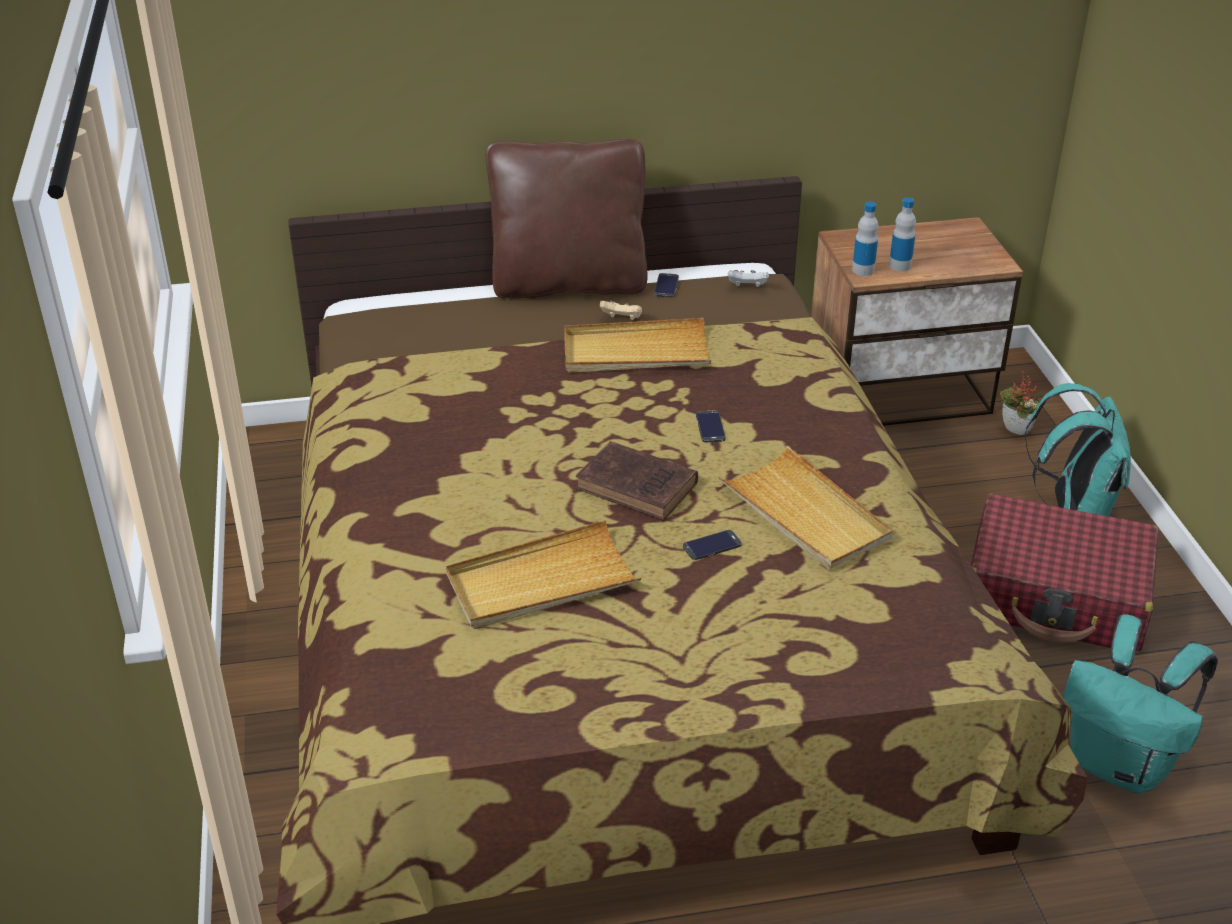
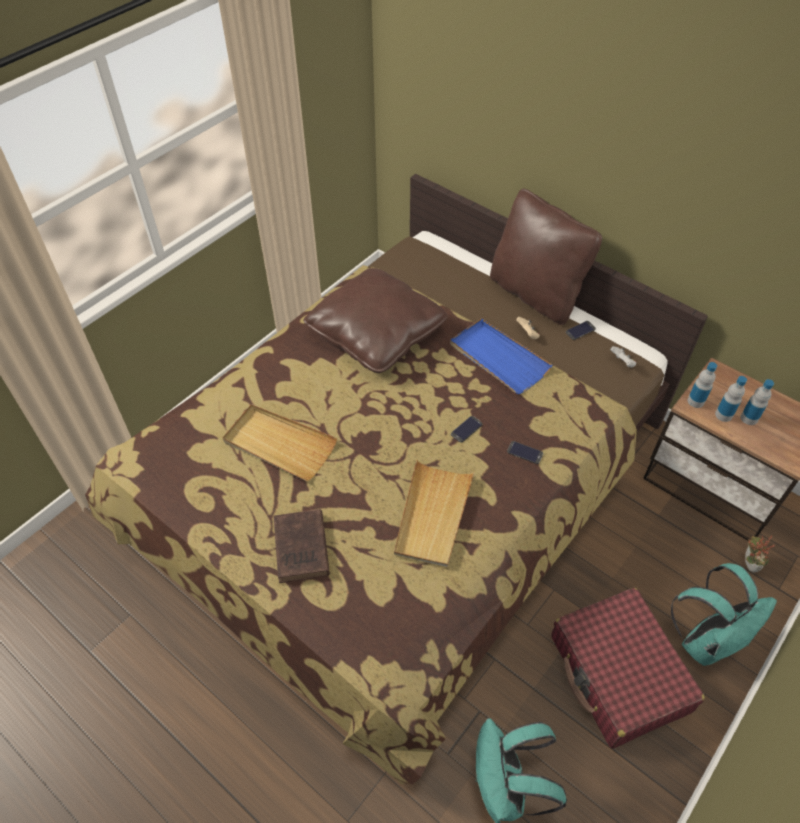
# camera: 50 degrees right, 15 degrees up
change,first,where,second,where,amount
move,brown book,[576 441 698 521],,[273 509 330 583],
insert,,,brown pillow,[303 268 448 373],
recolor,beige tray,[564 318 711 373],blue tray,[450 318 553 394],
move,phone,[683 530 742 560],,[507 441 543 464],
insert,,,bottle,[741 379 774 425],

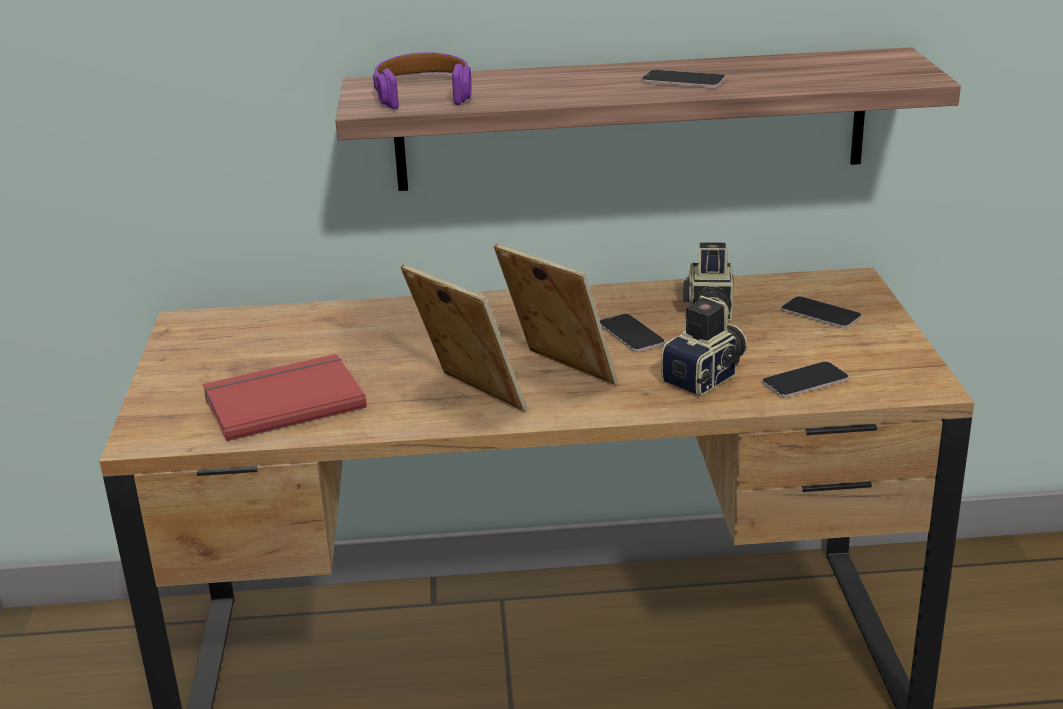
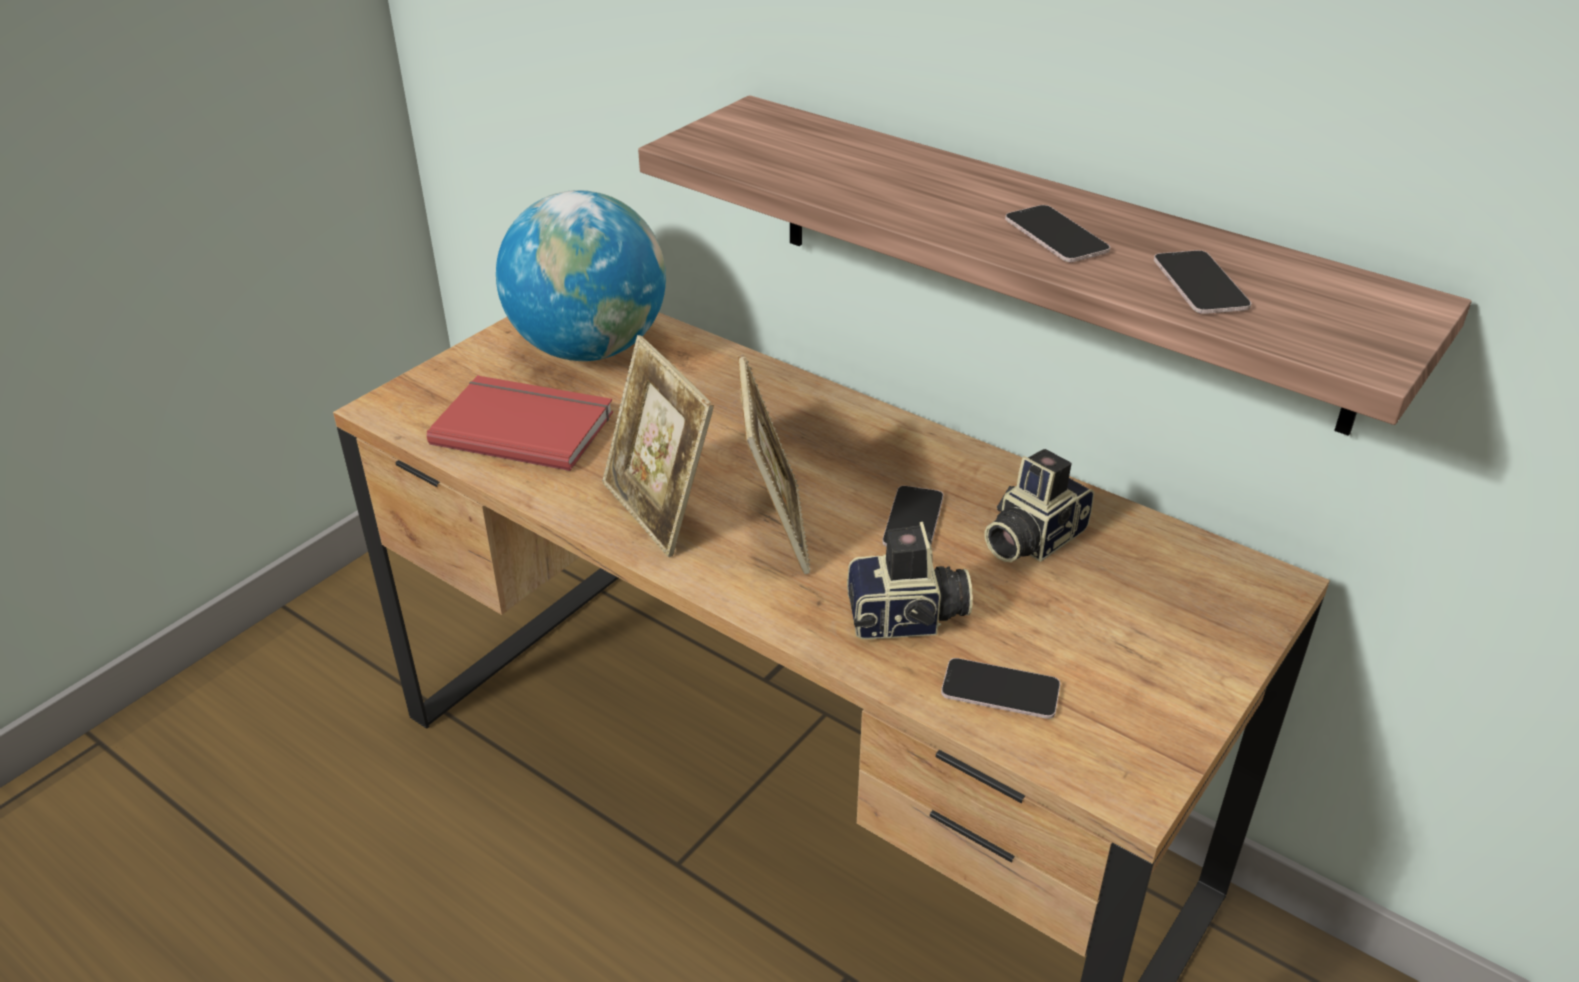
# camera: 40 degrees right, 10 degrees up
change,first,where,second,where,amount
insert,,,globe,[496 190 666 361],
rotate,picture frame,[400 264 527 411],,[602 335 714 557],150 degrees clockwise
move,phone,[781 296 862 328],,[1154 250 1252 314],
delete,purple headphones,[373 52 472 110],,,

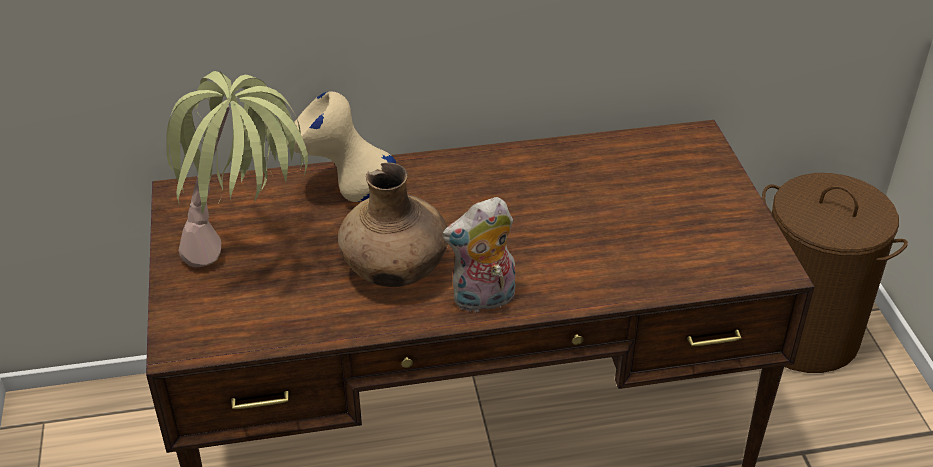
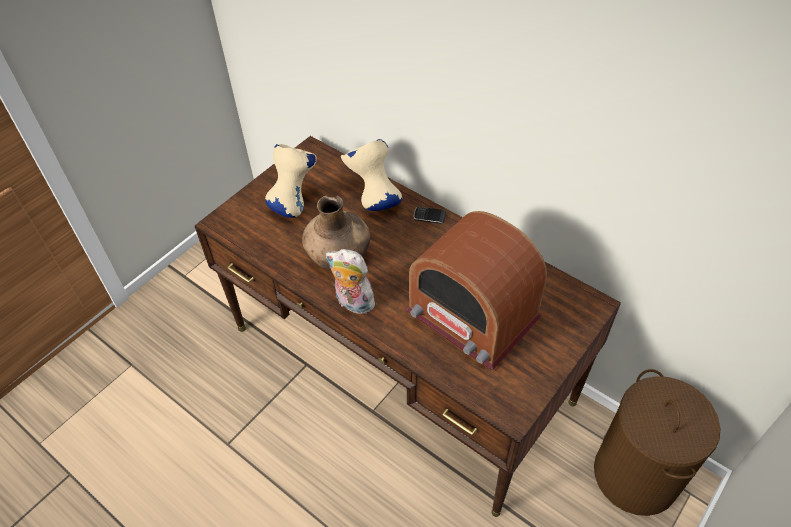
# camera: 50 degrees right, 10 degrees up
change,first,where,second,where,amount
replace,potted plant,[166 71 308 267],beige vase,[265 144 317 218],
insert,,,radio,[405 211 547 371],
insert,,,phone,[413 207 446 224],

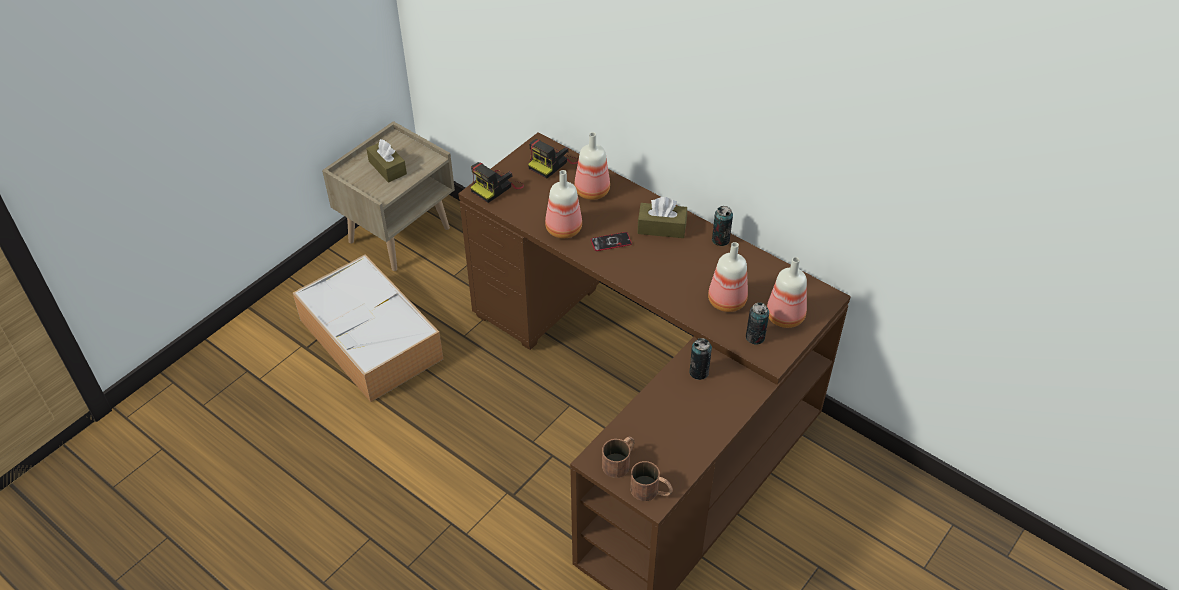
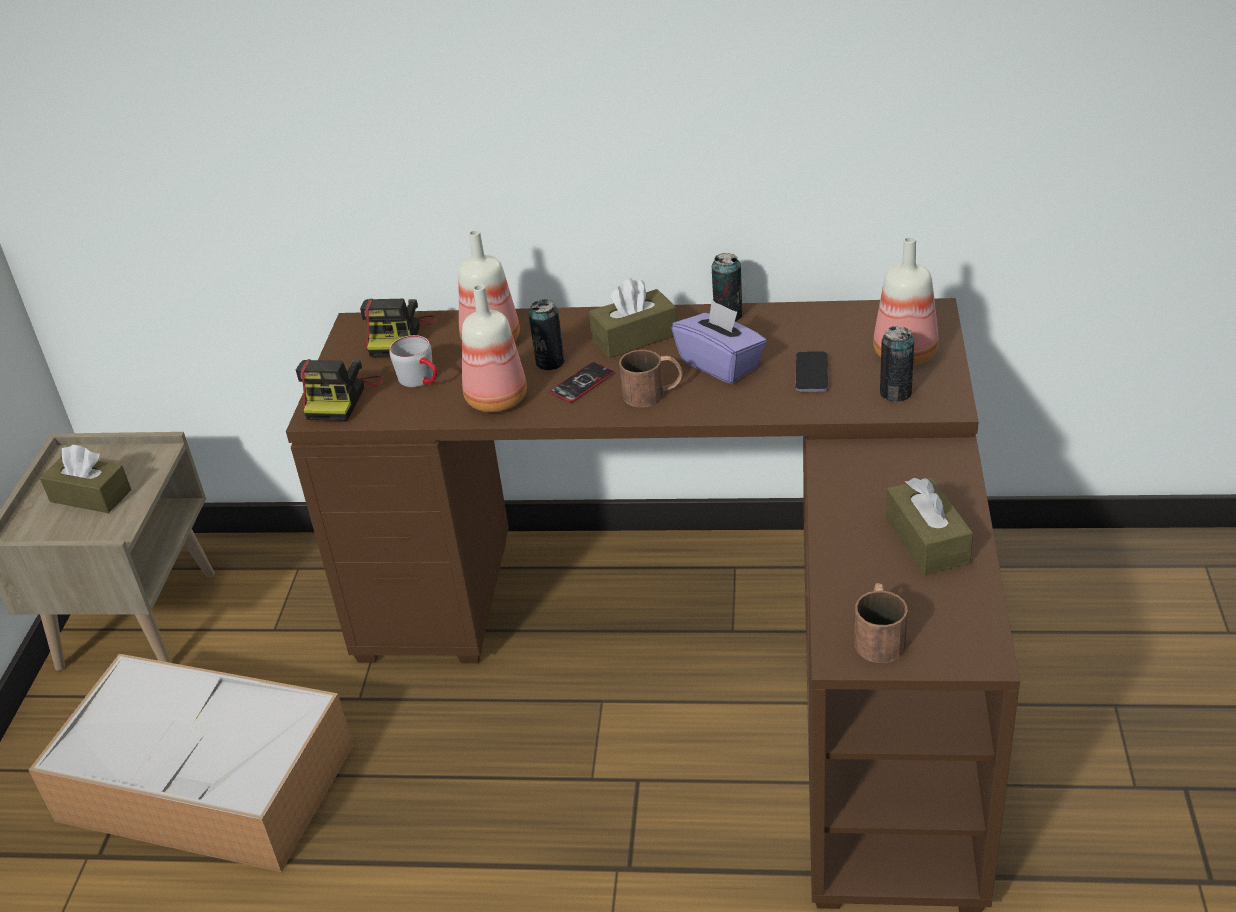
# camera: 30 degrees left, 10 degrees down
change,first,where,second,where,amount
insert,,,grey mug,[390 335 437 387],
move,can,[689 338 712 380],,[528 299 565 370],
move,brown mug,[630 461 673 501],,[619 350 683 407],
insert,,,purple tissue box,[671 300 767 384],
replace,bottle,[708 242 748 312],phone,[795 351 829 392],
insert,,,brown tissue box,[886 478 973 575],

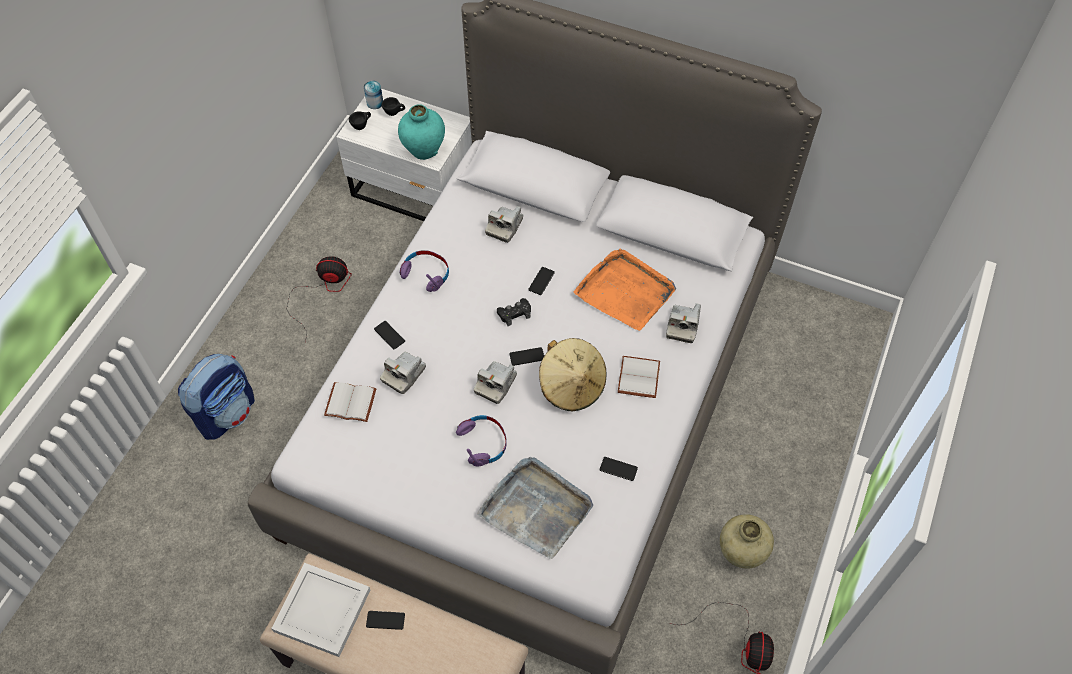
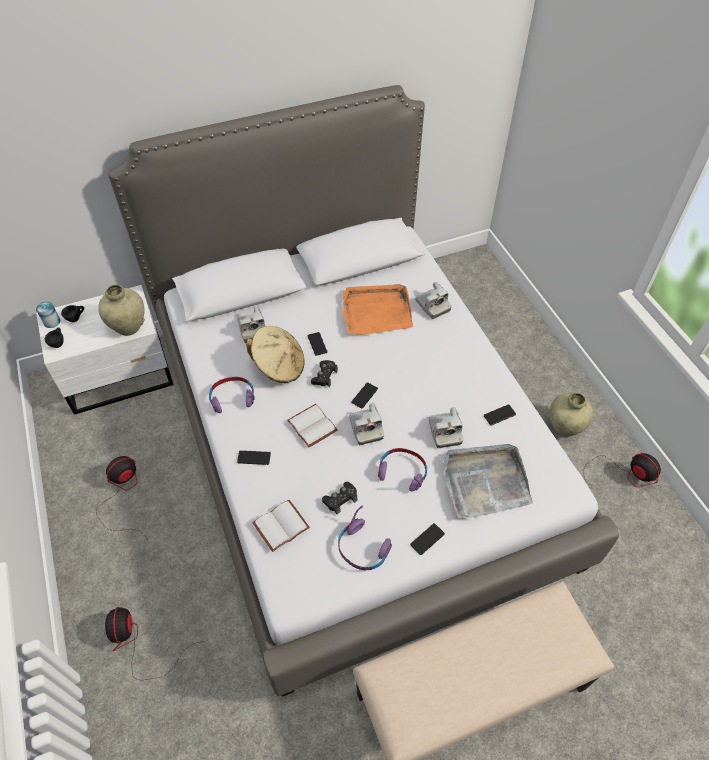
# camera: 45 degrees left, 5 degrees down
change,first,where,second,where,amount
recolor,turquoise vase,[398 104 445 160],beige vase,[98 284 145 336],
replace,backpack,[178 354 255 440],fan,[105 607 205 680],
move,beige hat,[539 338 607 411],,[246 326 305 383],
move,white book,[618 356 660 398],,[287 404 338 448],
insert,,,black game controller,[322 481 357 514],
insert,,,purple headphones,[338 506 392 570],
move,phone,[366 611 405 630],,[410 523 445 555],
move,photo camera,[380 352 426 394],,[429 407 463 448],
delete,white tray,[271 563 370 657],,,

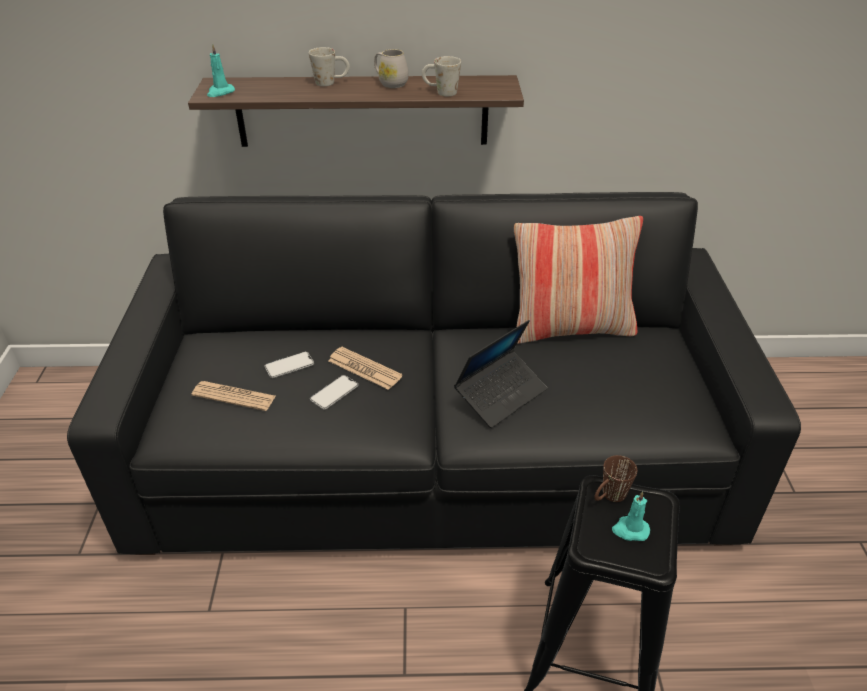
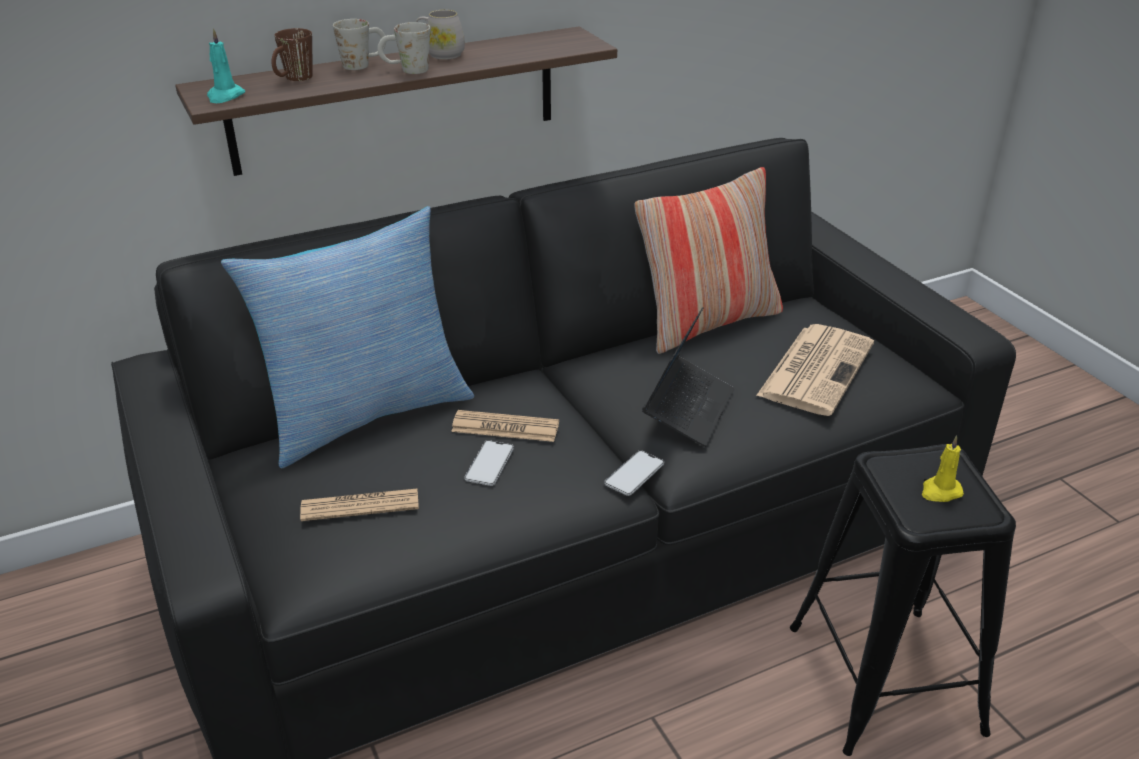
# camera: 25 degrees left, 5 degrees down
change,first,where,second,where,amount
insert,,,pillow,[221 206 474 468],
move,brown mug,[594 455 637 502],,[272 28 313 81],
move,white mug,[422 56 461 96],,[377 22 430 74],
move,phone,[264 351 314 378],,[604 450 664 496],
insert,,,newspaper,[756 324 874 416],
recolor,turquoise candle,[612 491 650 541],yellow candle,[922 435 964 502],

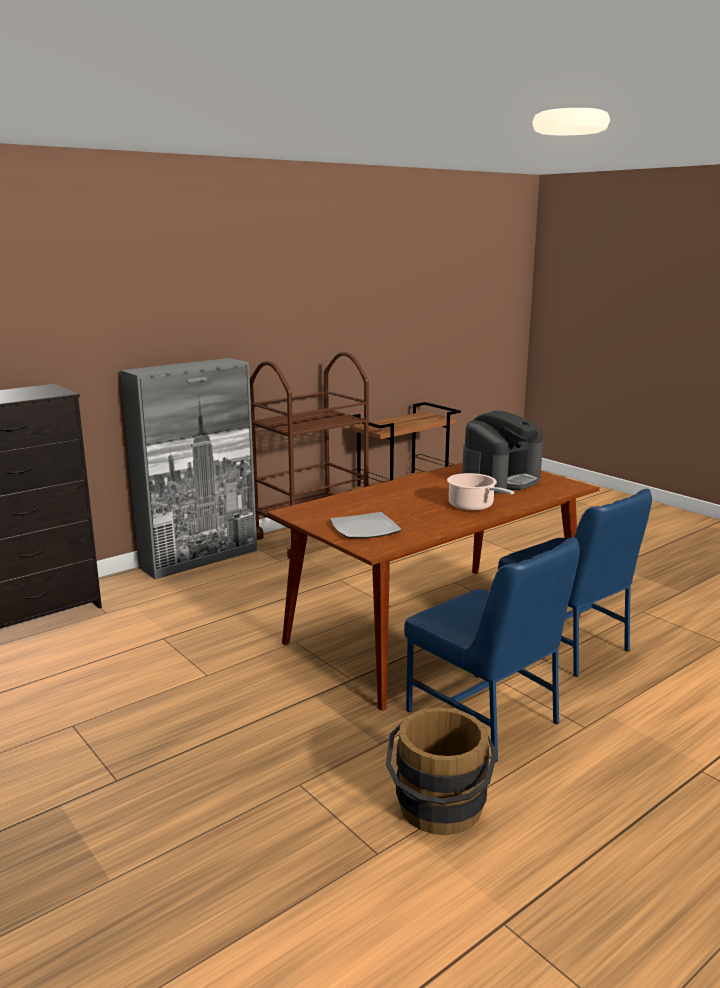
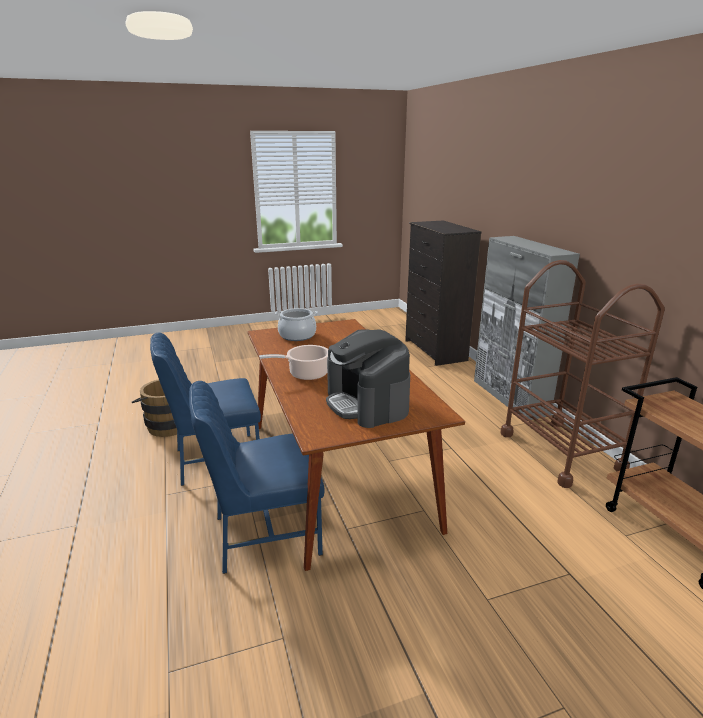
# camera: 110 degrees right, 5 degrees up
change,first,where,second,where,amount
replace,plate,[330 512 402 538],cooking pot,[275 308 318 341],

